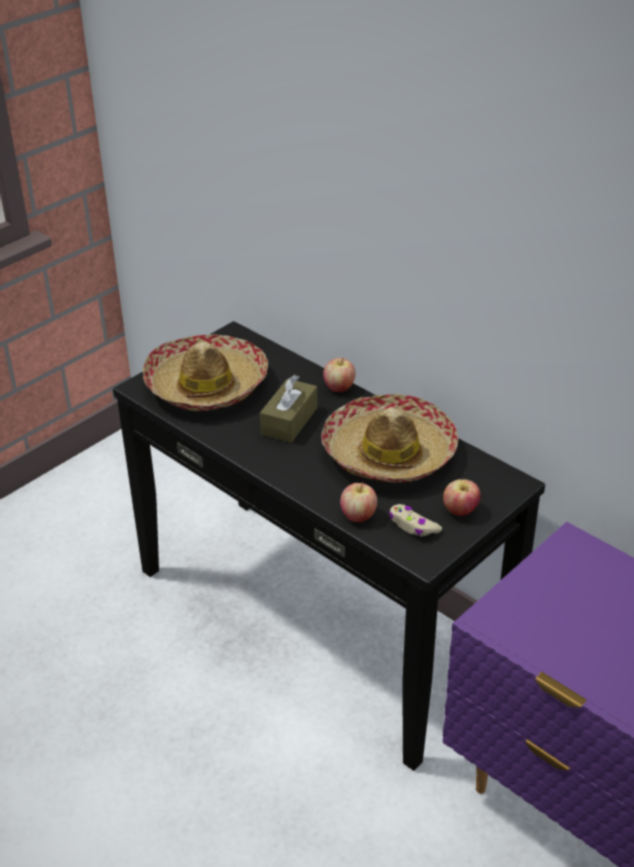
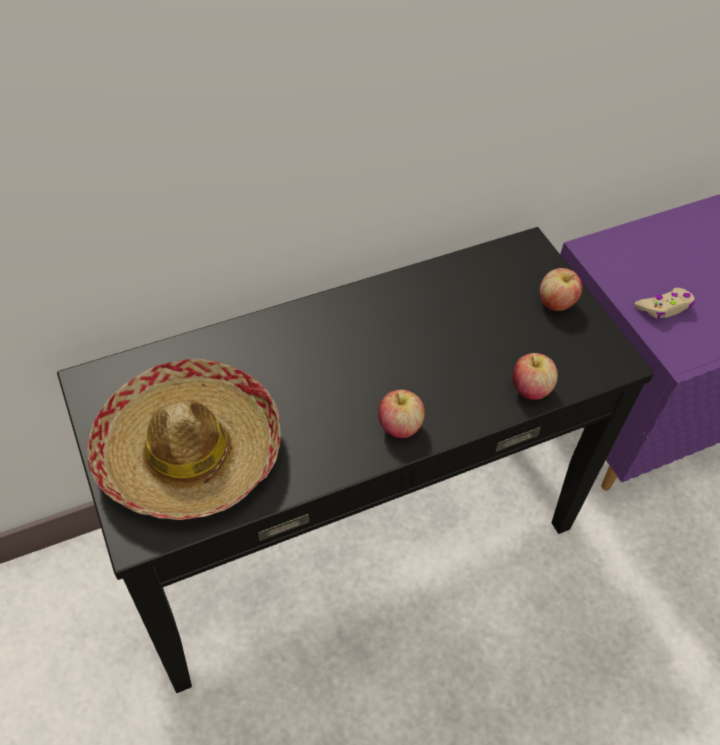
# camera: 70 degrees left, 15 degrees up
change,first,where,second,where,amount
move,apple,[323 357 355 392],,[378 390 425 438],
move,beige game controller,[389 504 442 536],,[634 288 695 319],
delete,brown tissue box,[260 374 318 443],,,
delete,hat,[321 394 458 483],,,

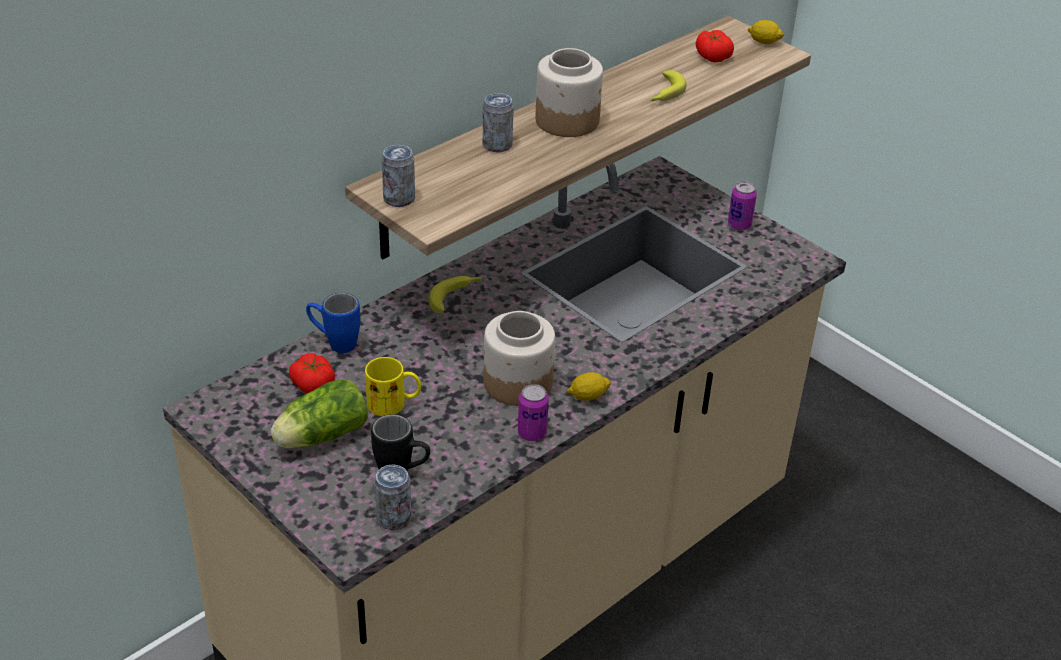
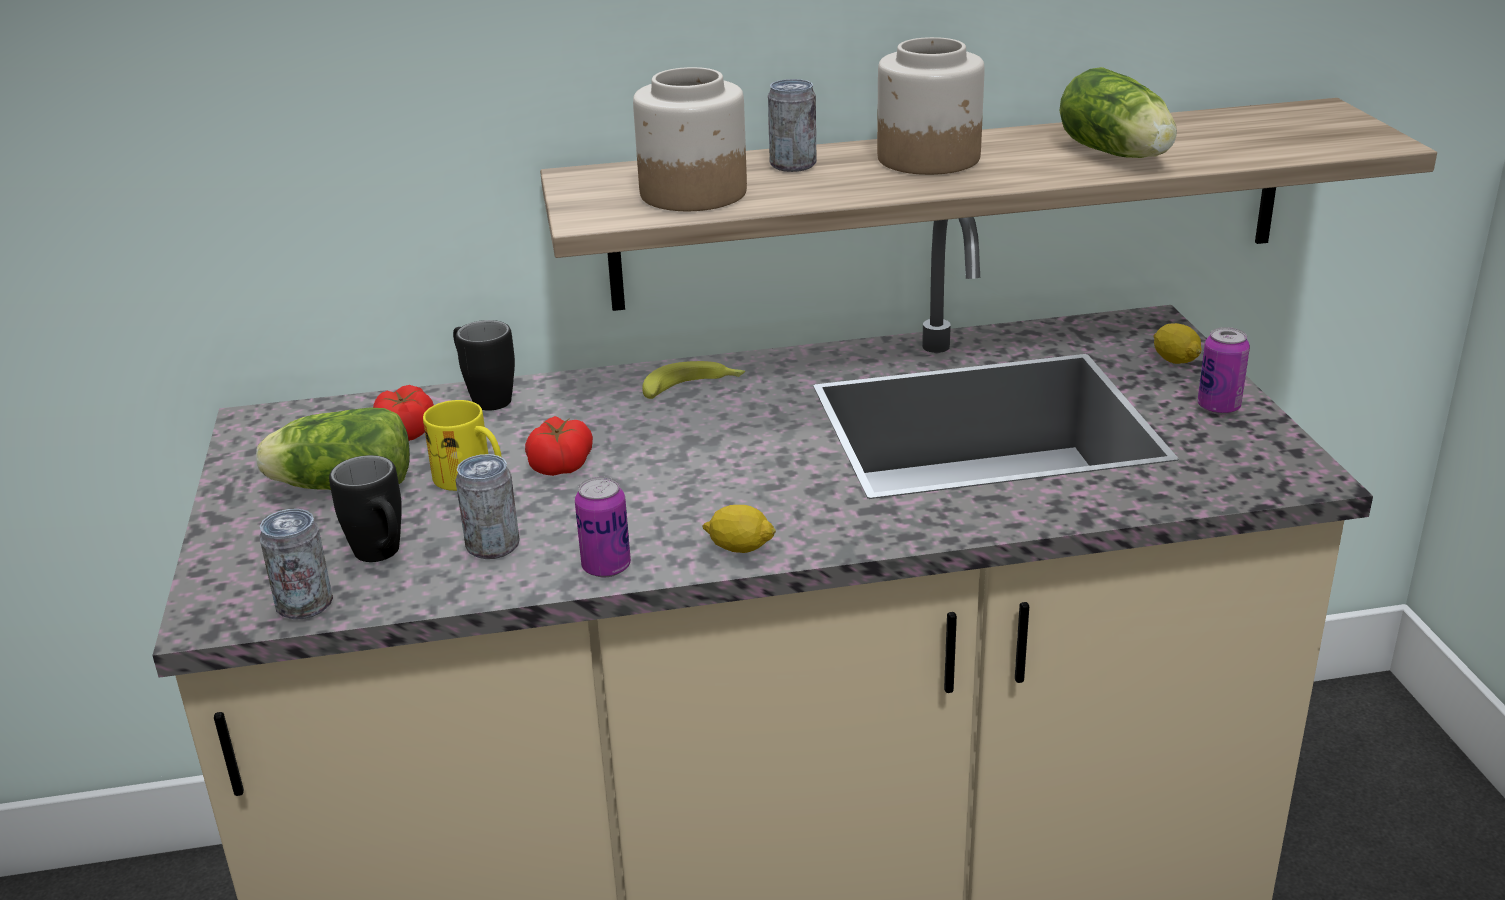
# camera: 35 degrees right, 10 degrees down
change,first,where,second,where,amount
recolor,blue mug,[306 293 360 353],black mug,[453 320 515 411],
move,can,[382 145 415 207],,[455 454 520 559],
move,tomato,[696 30 734 63],,[525 416 593 476],
move,jar,[484 311 555 406],,[633 67 747 211],
replace,banana,[651 70 686 102],lettuce,[1059 67 1177 158],
move,lemon,[748 20 784 44],,[1153 323 1202 364],

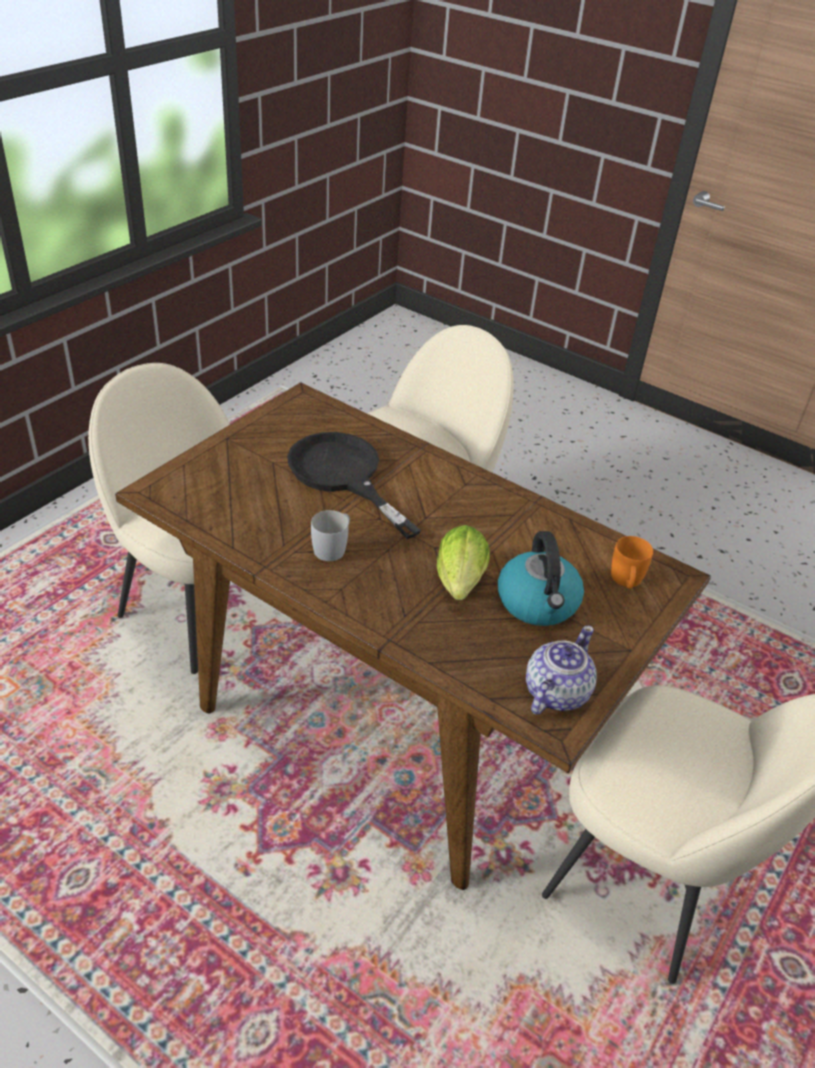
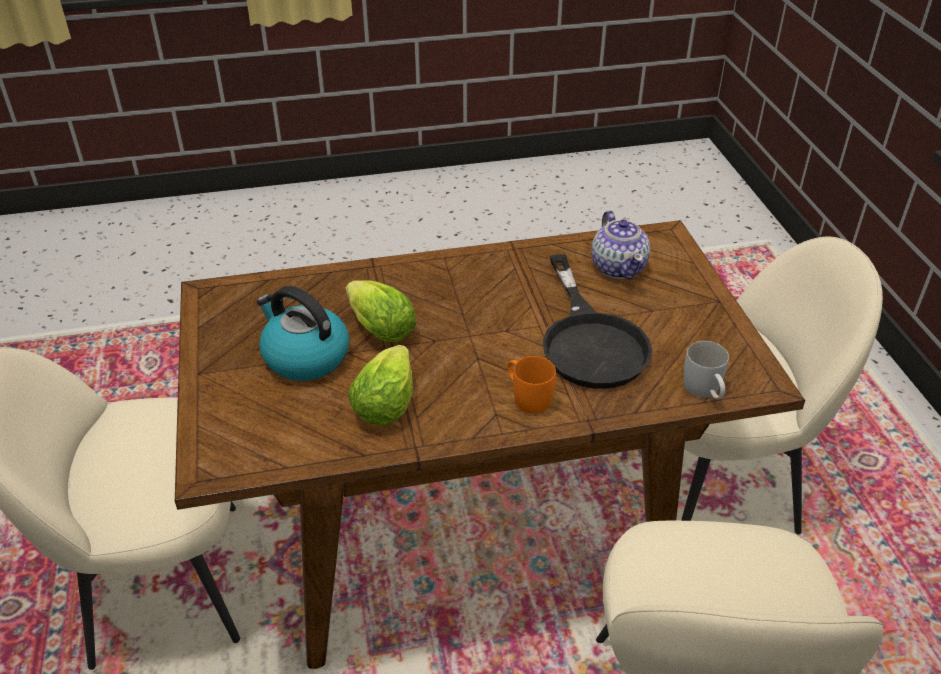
# camera: 135 degrees right, 0 degrees up
change,first,where,second,where,amount
insert,,,lettuce,[348 345 413 425],
move,orange mug,[611 536 653 589],,[508 356 556 414],
rotate,black frying pan,[287 432 421 539],,[543 254 652 389],75 degrees clockwise
move,teapot,[526 626 597 715],,[591 211 650 279],
move,white mug,[311 510 350 561],,[684 341 729 399],

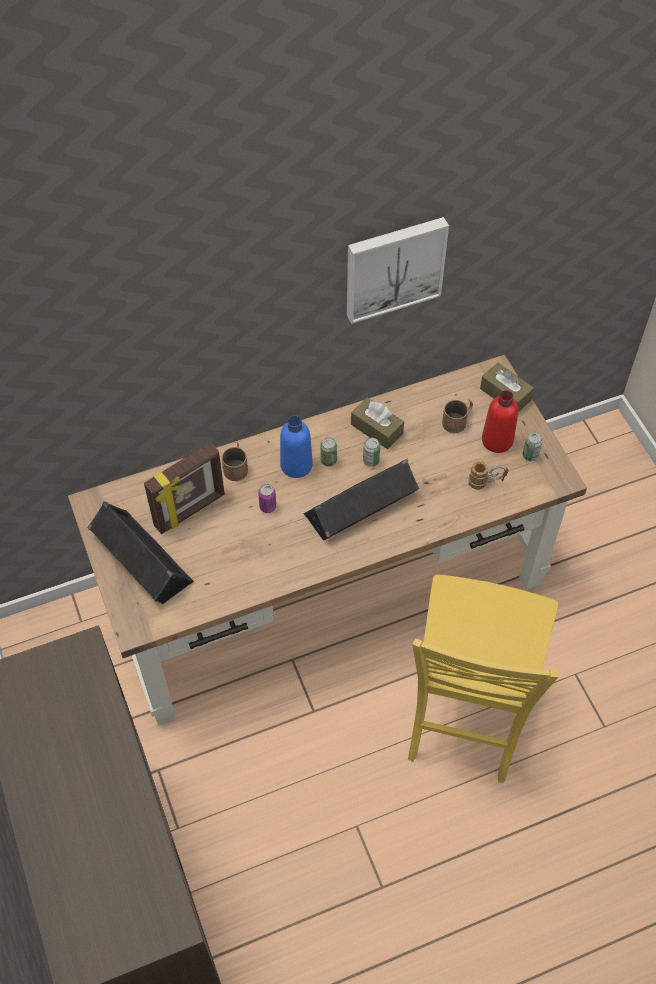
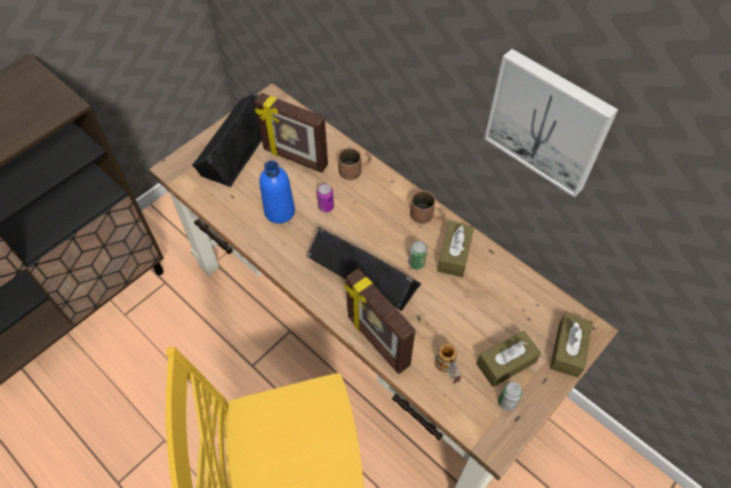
# camera: 65 degrees right, 0 degrees up
change,first,where,second,where,amount
move,blue bottle,[280 415 313 478],,[259 161 295 224],
insert,,,picture frame,[344 268 416 374],
move,brown mug,[442 400 473 433],,[410 191 446 224],
replace,red bottle,[482 390 518 453],brown tissue box,[477 331 541 387],
delete,can,[320 437 337 467],,,

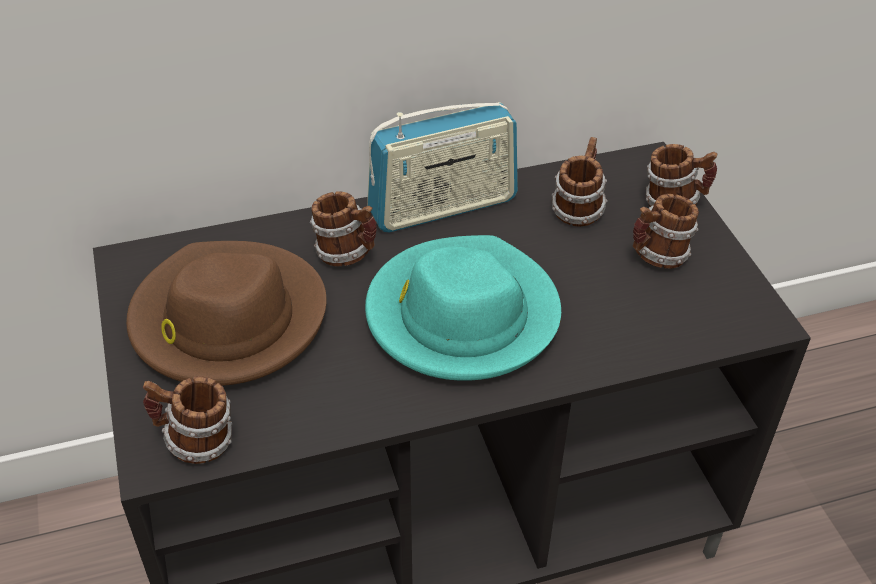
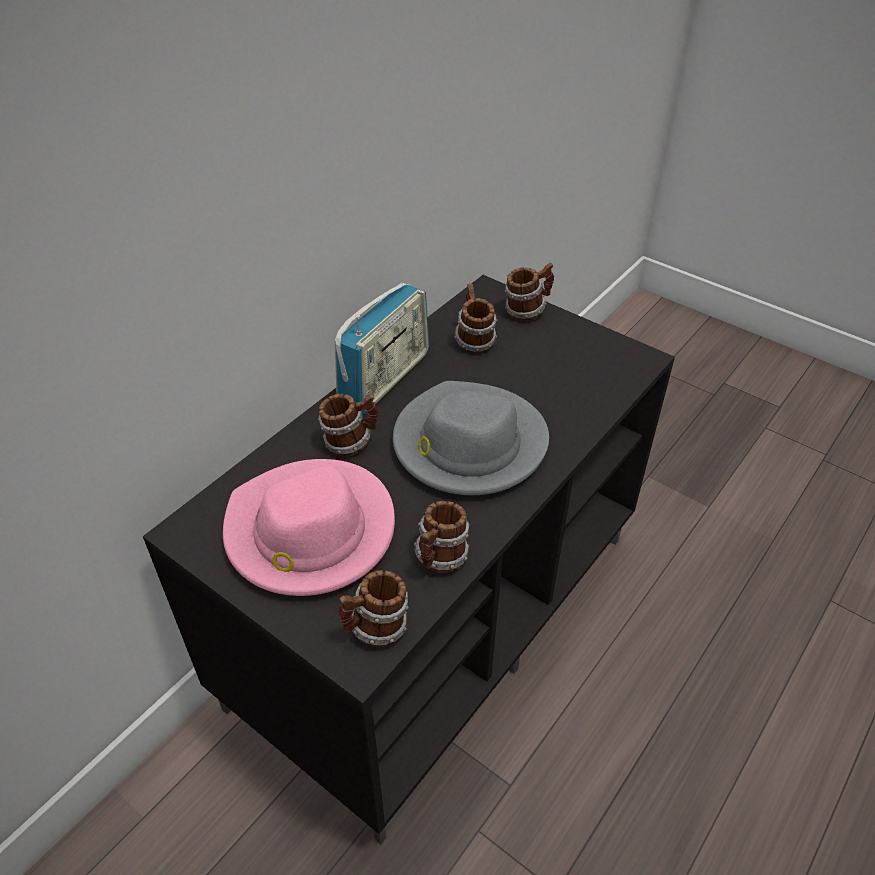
# camera: 35 degrees left, 0 degrees up
change,first,where,second,where,amount
recolor,brown hat,[126 241 326 386],pink hat,[223 459 395 596],
recolor,turquoise hat,[365 235 561 381],grey hat,[393 381 549 495],
move,mug,[633 194 699 269],,[414 501 470 573],

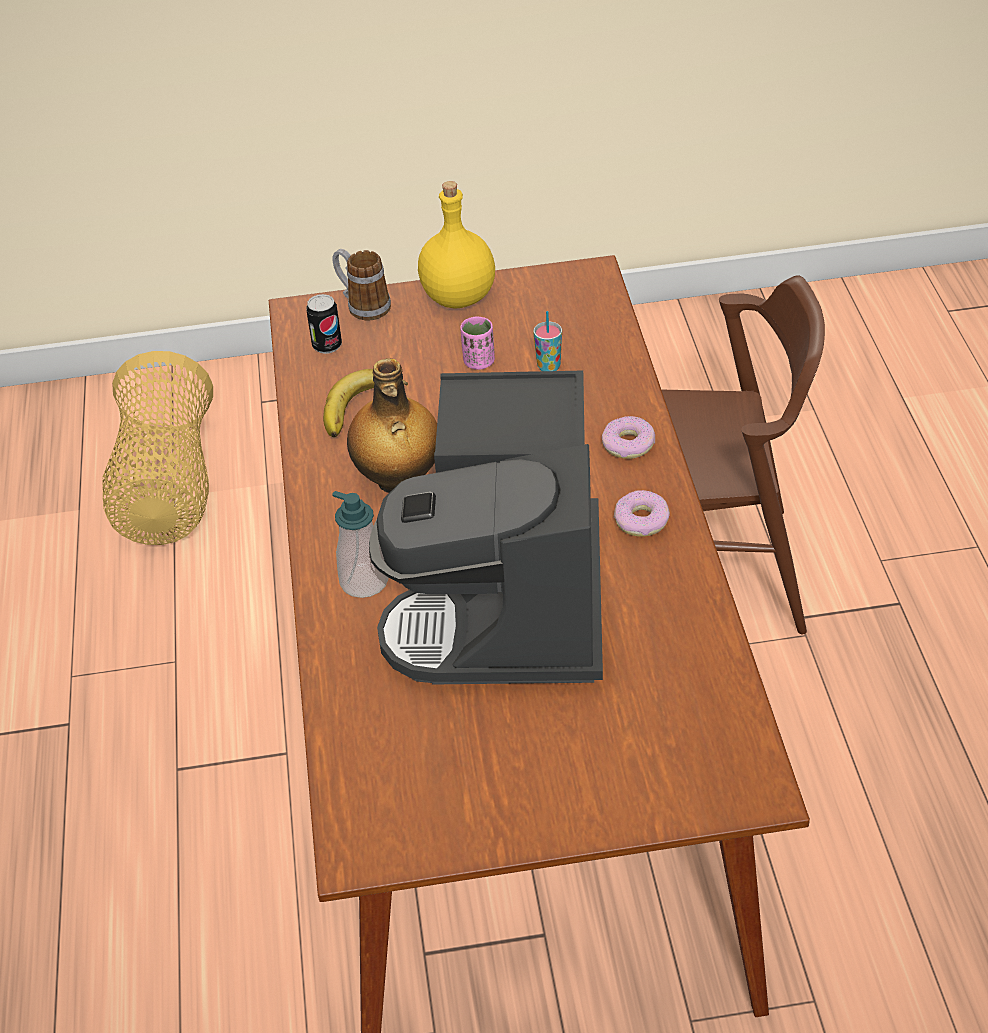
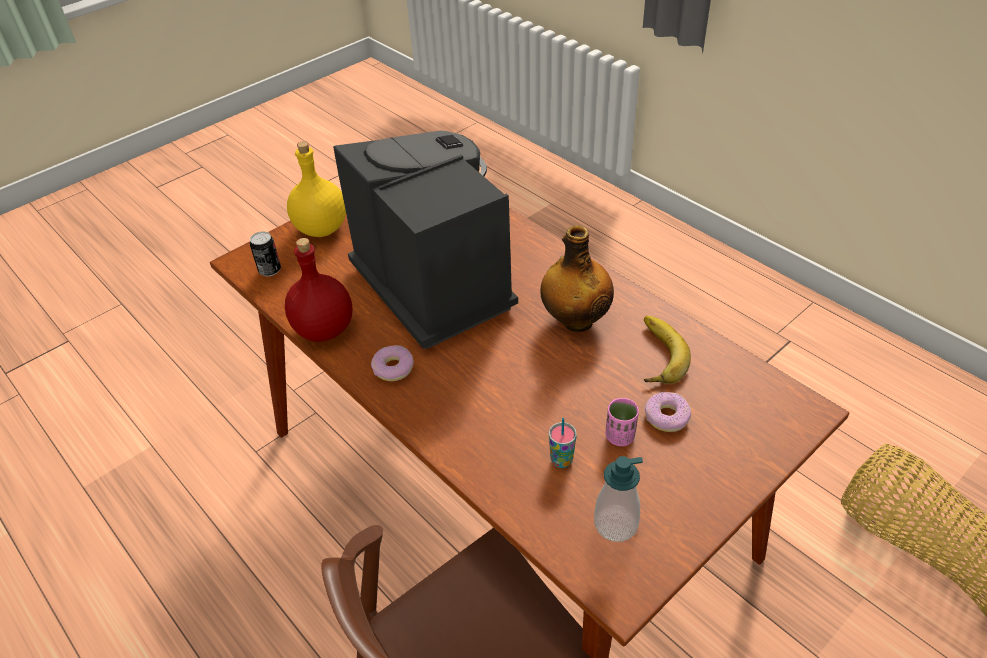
# camera: 145 degrees right, 0 degrees up
change,first,where,second,where,amount
move,can,[306 294 342 354],,[250 232 281 276],
insert,,,red bottle,[285 238 353 342],
move,yellow bottle,[418 181 495 309],,[287 141 346 237],
move,soap dispenser,[332 491 388 598],,[594 456 643 542],
move,donut,[602 416 655 459],,[645 392 691 432],
delete,mug,[332 249 391 321],,,

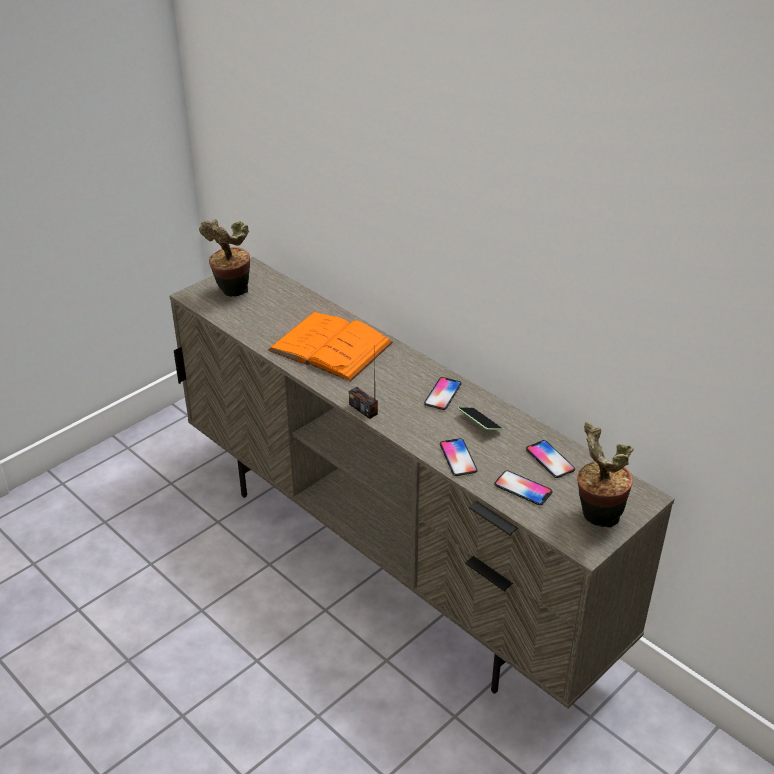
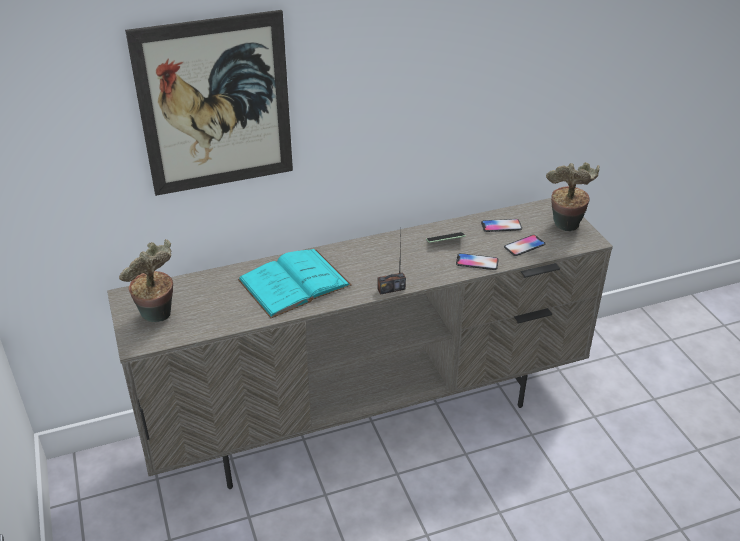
# camera: 65 degrees left, 0 degrees up
change,first,where,second,where,amount
insert,,,picture,[125 10 293 196],
recolor,orange book,[268 312 393 382],turquoise book,[238 249 352 319],
delete,phone,[424 377 461 410],,,

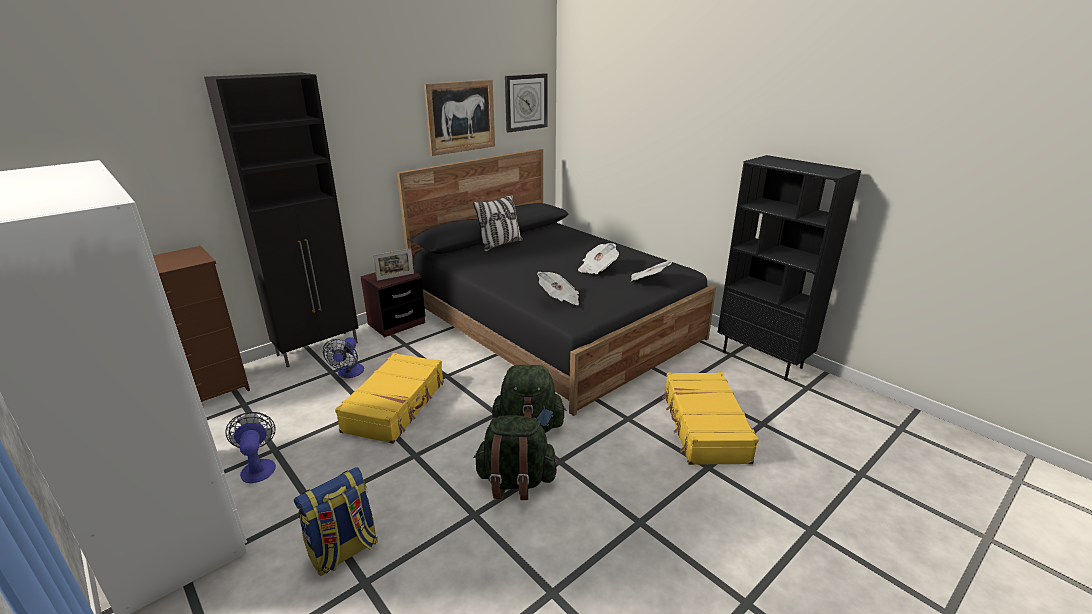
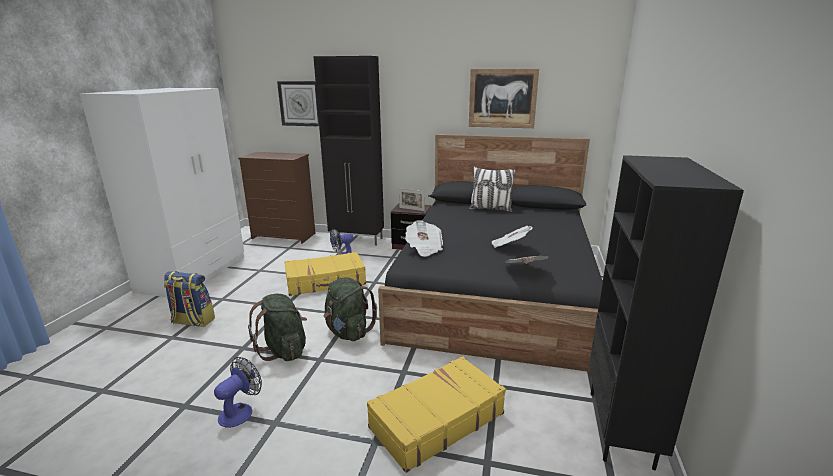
# camera: 55 degrees right, 5 degrees down
change,first,where,second,where,amount
move,fan,[225 412 276 483],,[214 357 262 428],
move,wall clock,[505 73 548 133],,[277 81 319 126],

